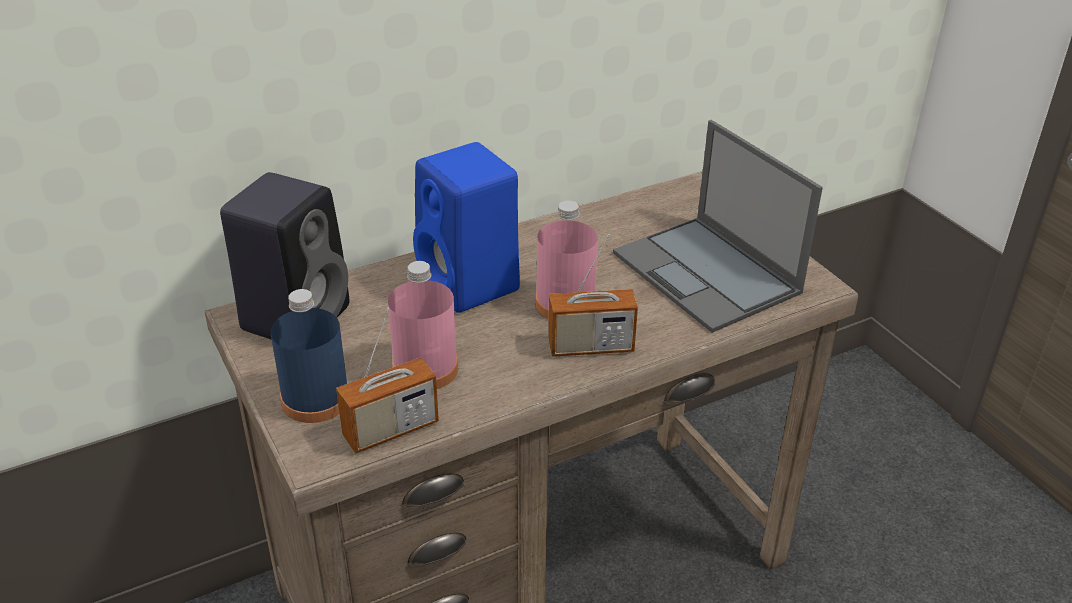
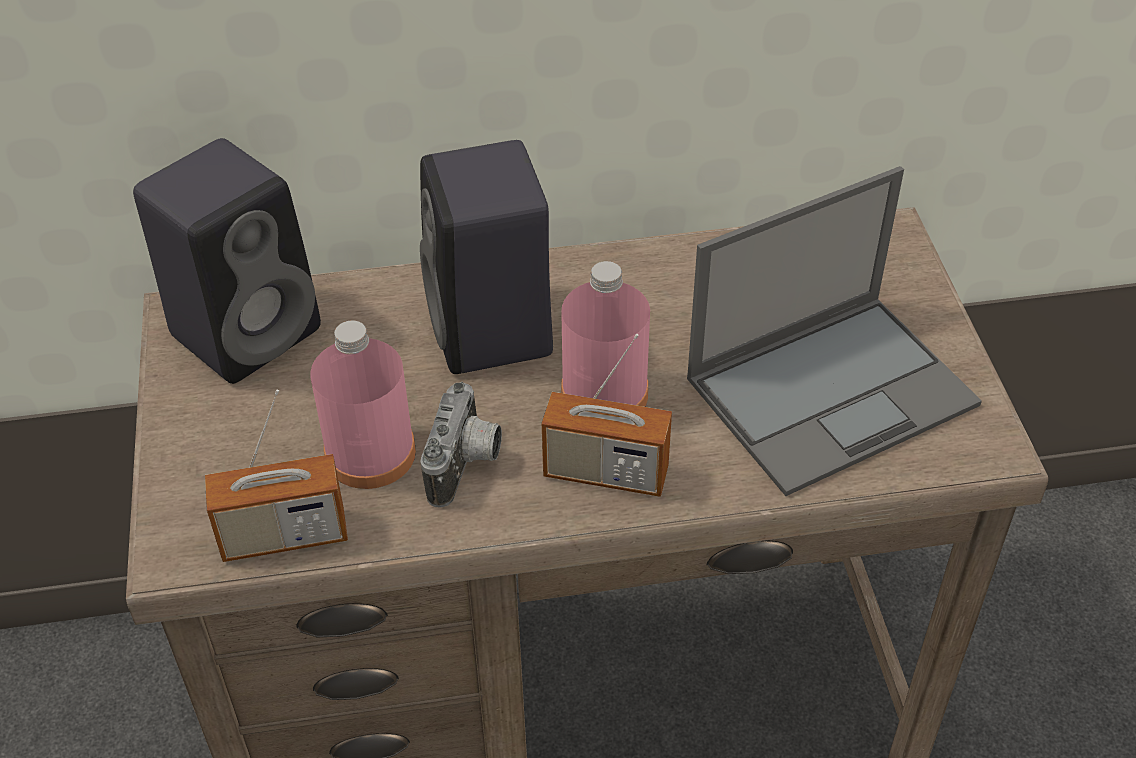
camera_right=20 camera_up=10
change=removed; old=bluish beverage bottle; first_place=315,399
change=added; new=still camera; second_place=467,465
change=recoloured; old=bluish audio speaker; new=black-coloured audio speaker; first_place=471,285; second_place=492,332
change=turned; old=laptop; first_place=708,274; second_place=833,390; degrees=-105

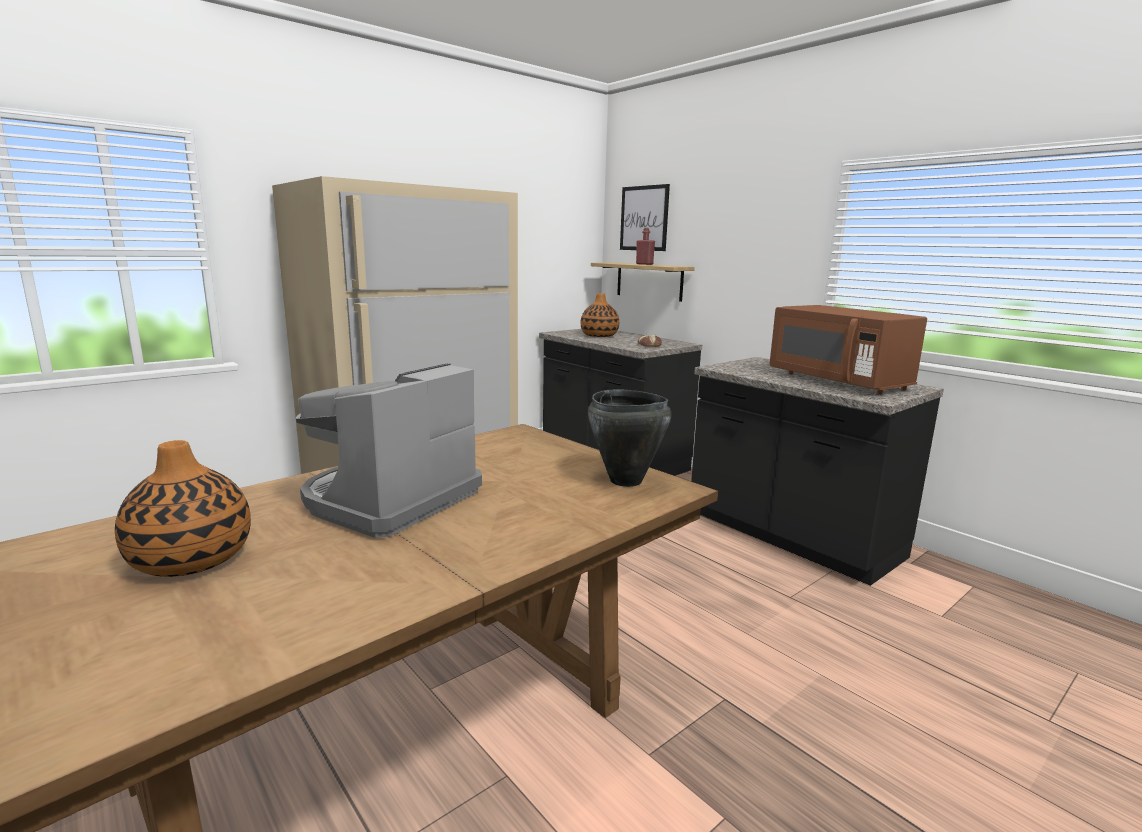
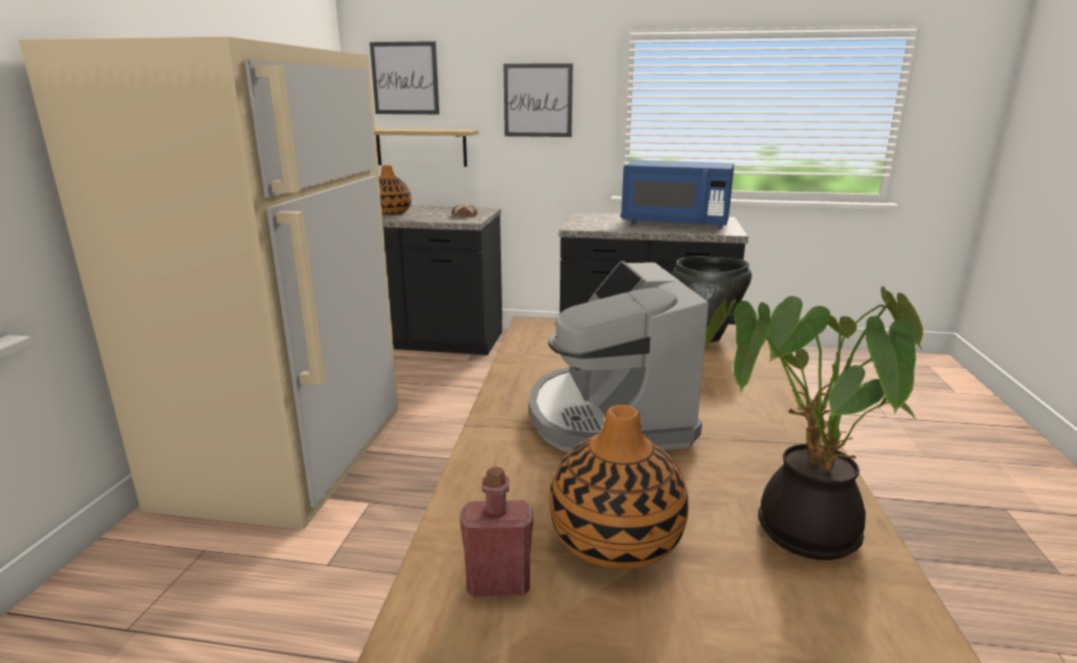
camera_right=-40 camera_up=5
change=added; new=picture; second_place=538,100
change=added; new=plant in a pot; second_place=797,529
change=moved; old=reddish beverage bottle; first_place=644,264; second_place=498,584
change=recoloured; old=brown microwave; new=bluish microwave; first_place=838,381; second_place=675,223

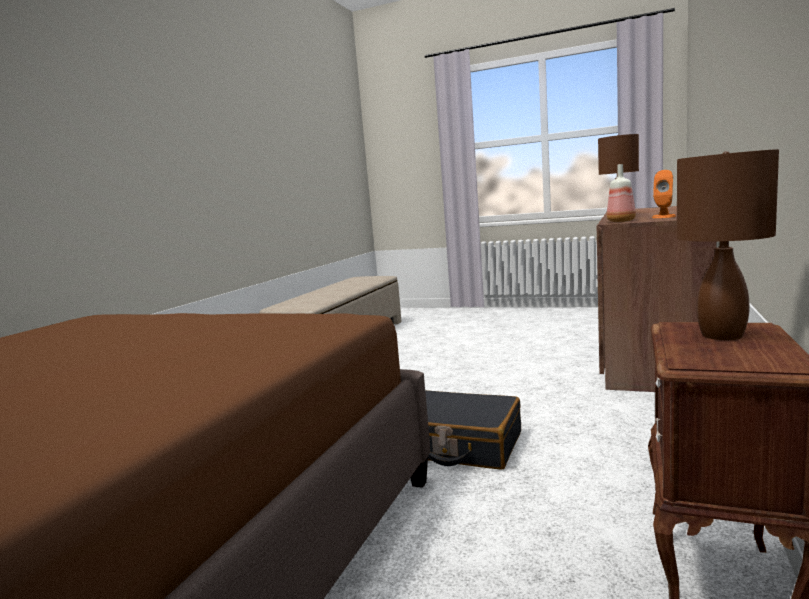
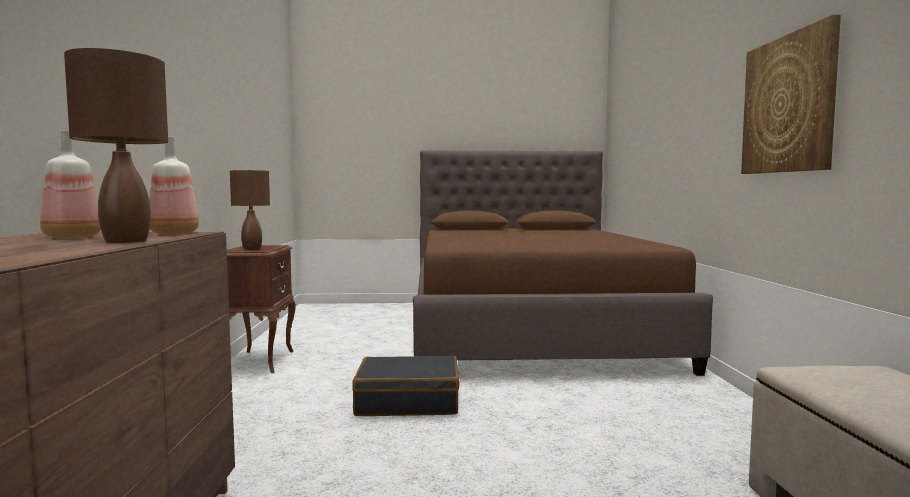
camera_right=155 camera_up=-5
change=added; new=picture; second_place=788,104
change=replaced; old=orangey audio speaker; new=beverage bottle; first_place=663,216; second_place=70,237

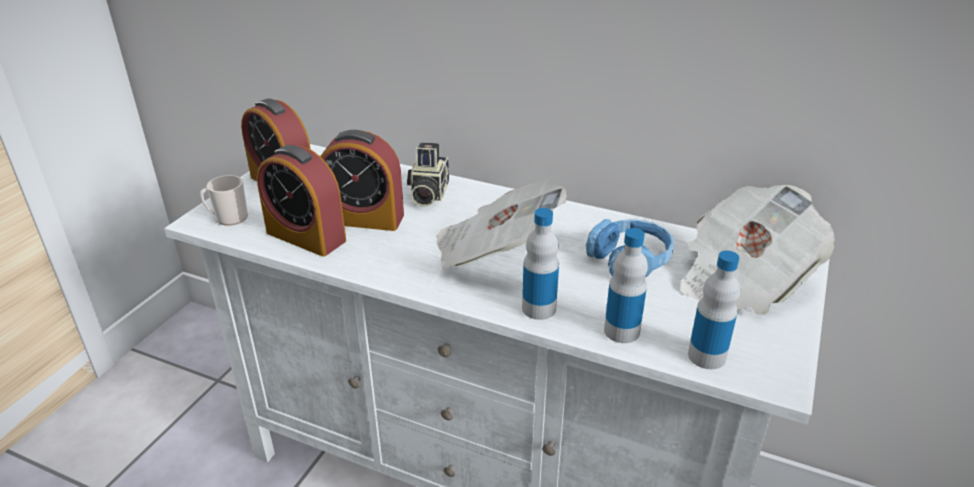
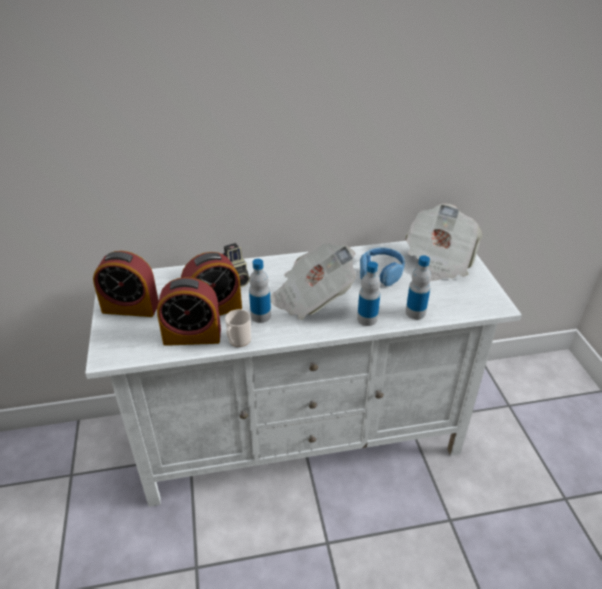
camera_right=-35 camera_up=5
change=moved; old=mug; first_place=228,218; second_place=238,341
change=moved; old=beverage bottle; first_place=706,356; second_place=260,316

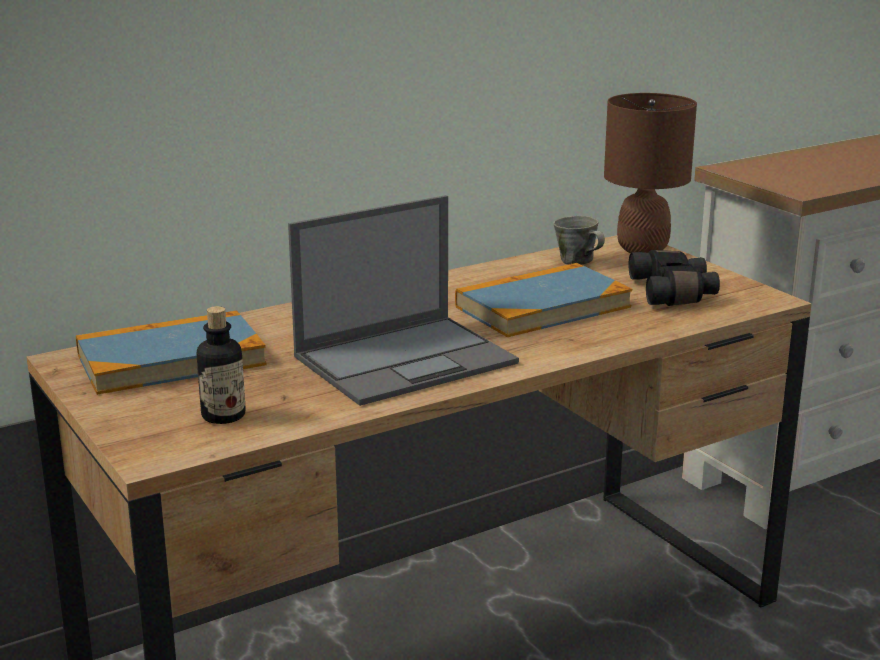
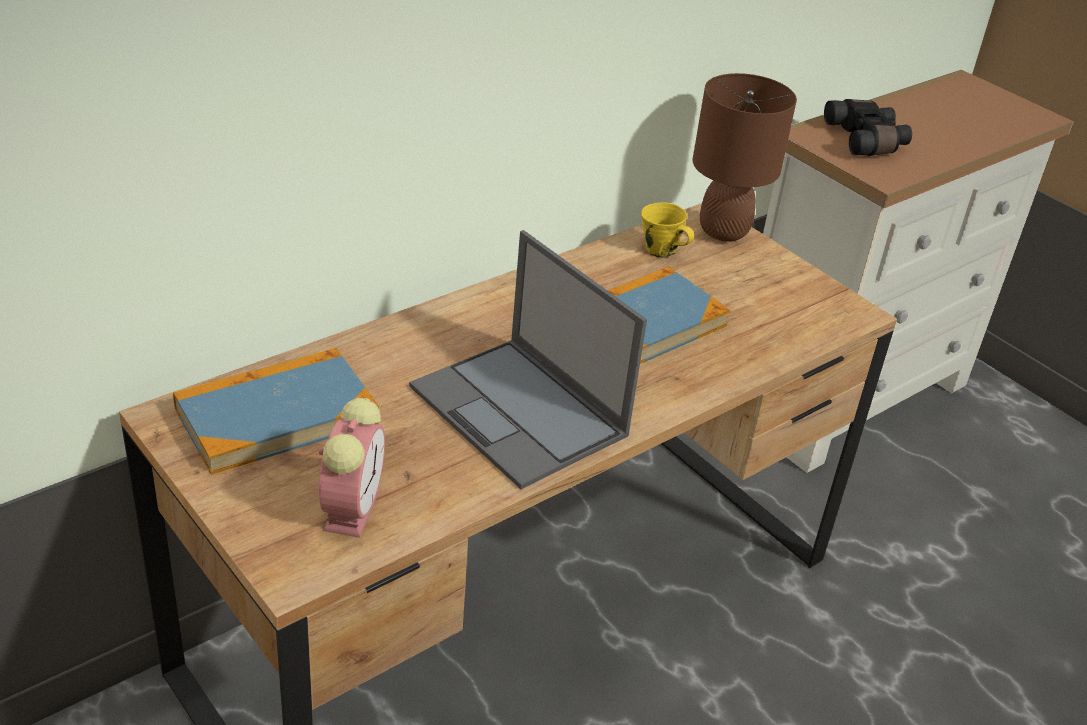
camera_right=-10 camera_up=15
change=moved; old=black-coloured pair of binoculars; first_place=674,293; second_place=867,140
change=replaced; old=beverage bottle; new=alarm clock; first_place=223,415; second_place=352,506
change=recoloured; old=gray mug; new=yellowish mug; first_place=577,261; second_place=662,251
change=turned; old=laptop; first_place=407,359; second_place=520,412; degrees=90

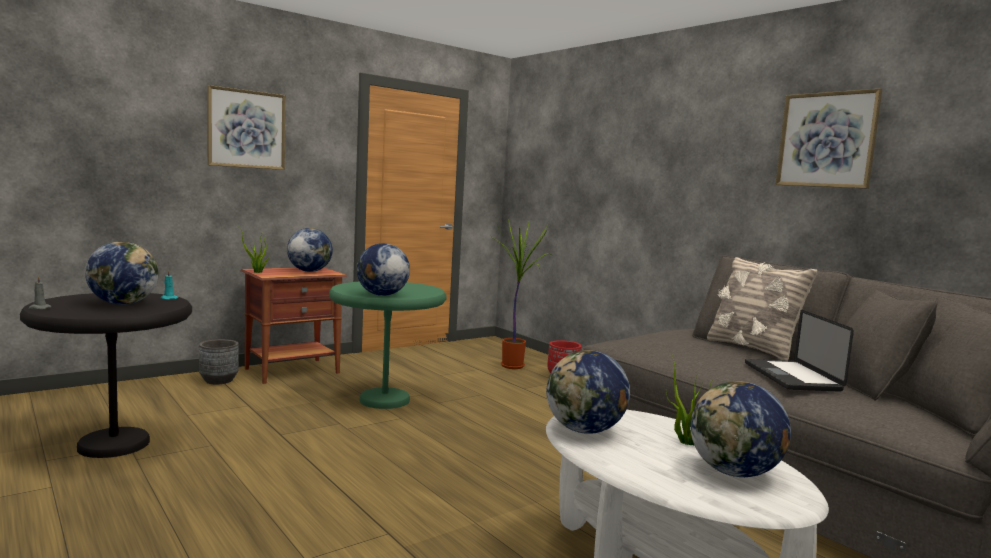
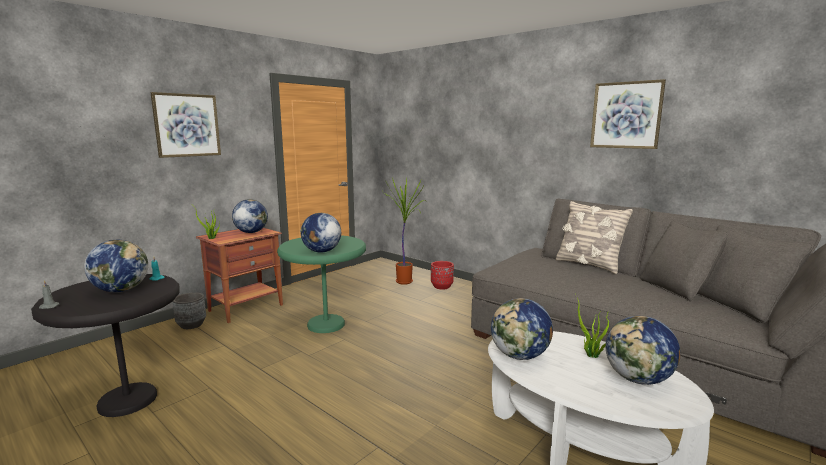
camera_right=-10 camera_up=5
change=removed; old=laptop; first_place=791,377

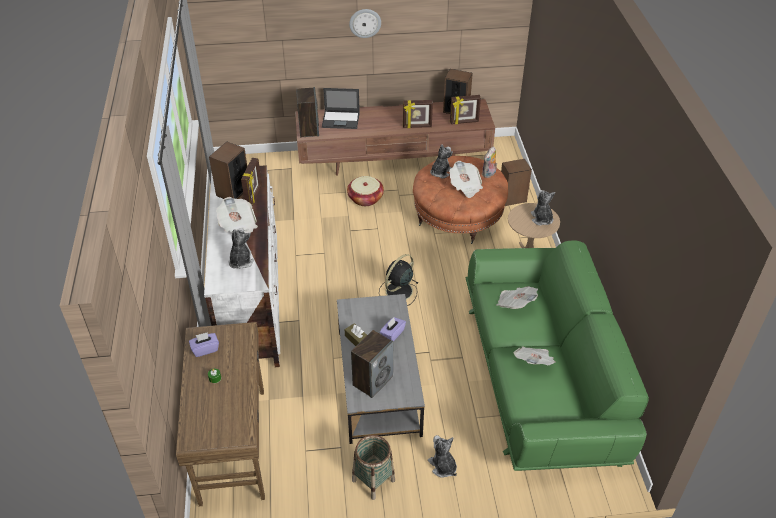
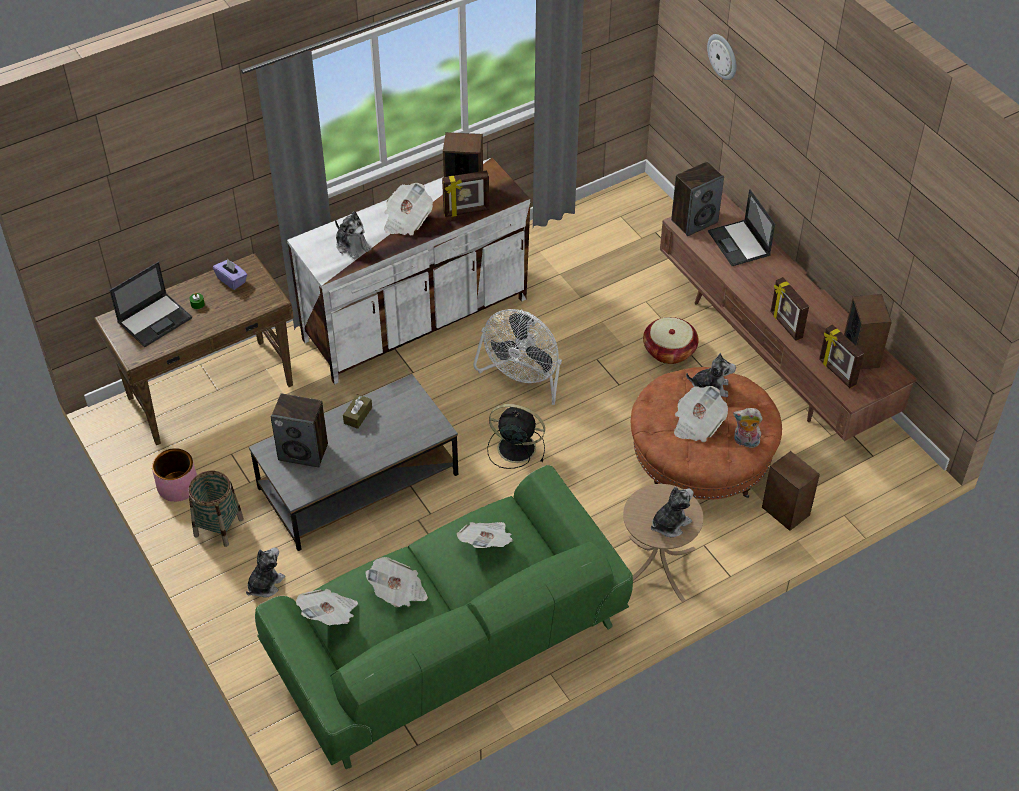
camera_right=65 camera_up=5
change=removed; old=purple-coloured tissue holder; first_place=392,334
change=added; new=laptop; second_place=155,319
change=added; new=pinkish plant pot; second_place=178,486
change=added; new=printed paper; second_place=329,615
change=added; new=white-coloured electric fan; second_place=522,375
change=moved; old=wall clock; first_place=365,23; second_place=723,56
change=turned; old=cuddly toy; first_place=241,261; second_place=352,246; degrees=75

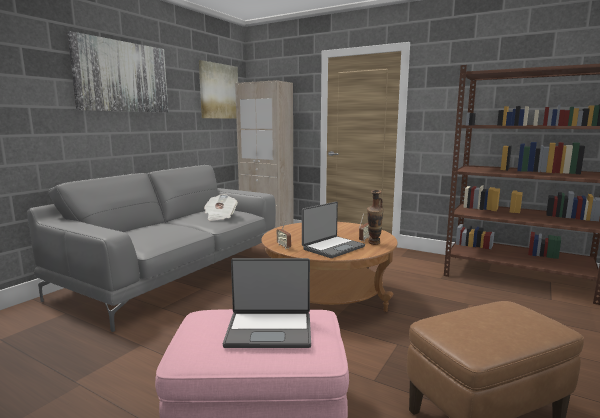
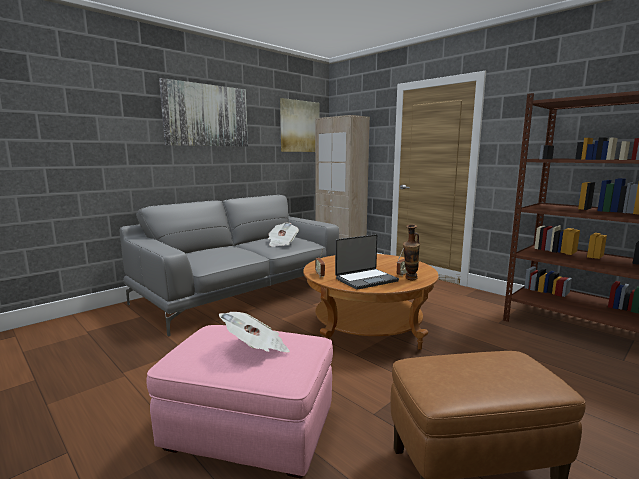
camera_right=15 camera_up=0
change=replaced; old=laptop; new=printed paper; first_place=269,330; second_place=256,349

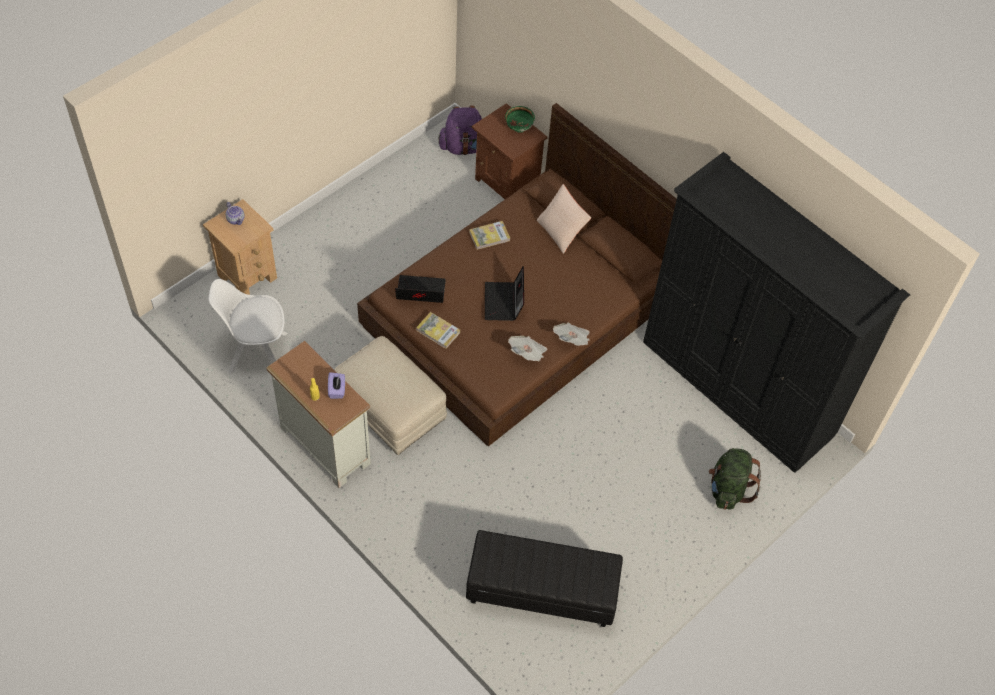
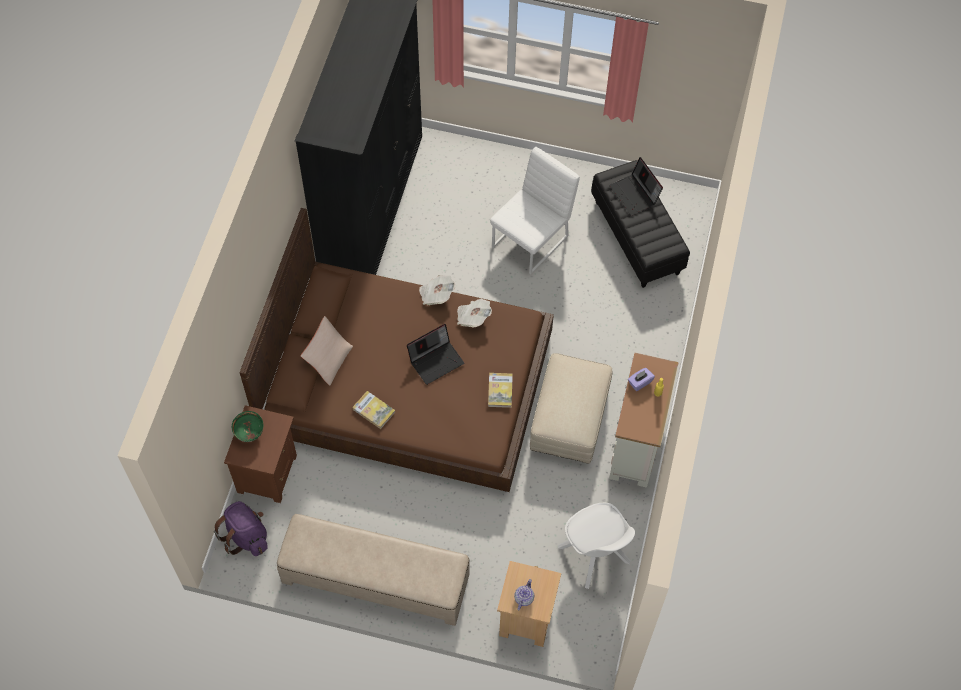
camera_right=-120 camera_up=5
change=removed; old=greenish rucksack; first_place=728,489
change=added; new=sand-coloured indoor bench; second_place=374,579
change=added; new=white-coloured plain chair; second_place=532,240
change=moved; old=laptop; first_place=419,293; second_place=635,195

